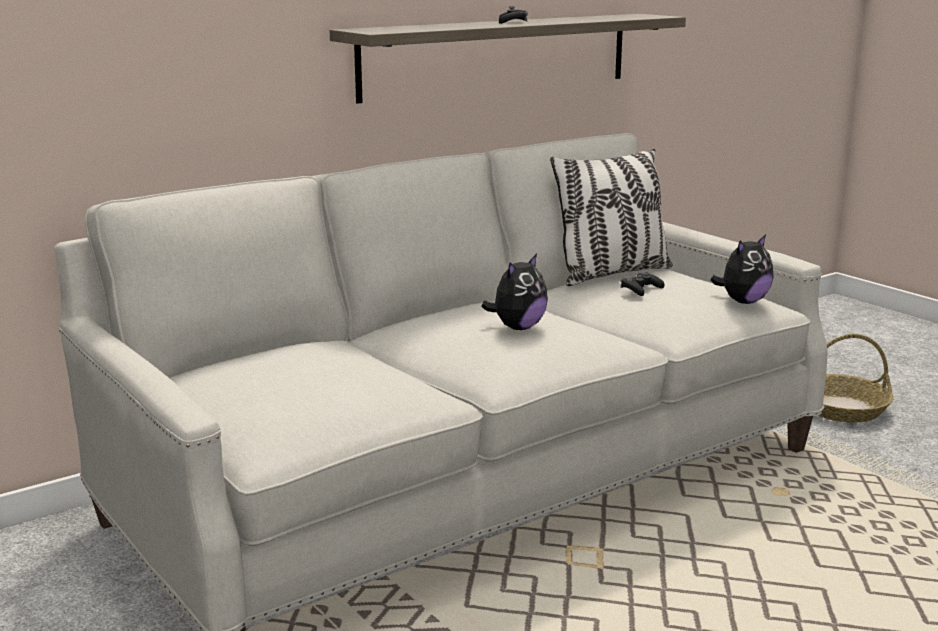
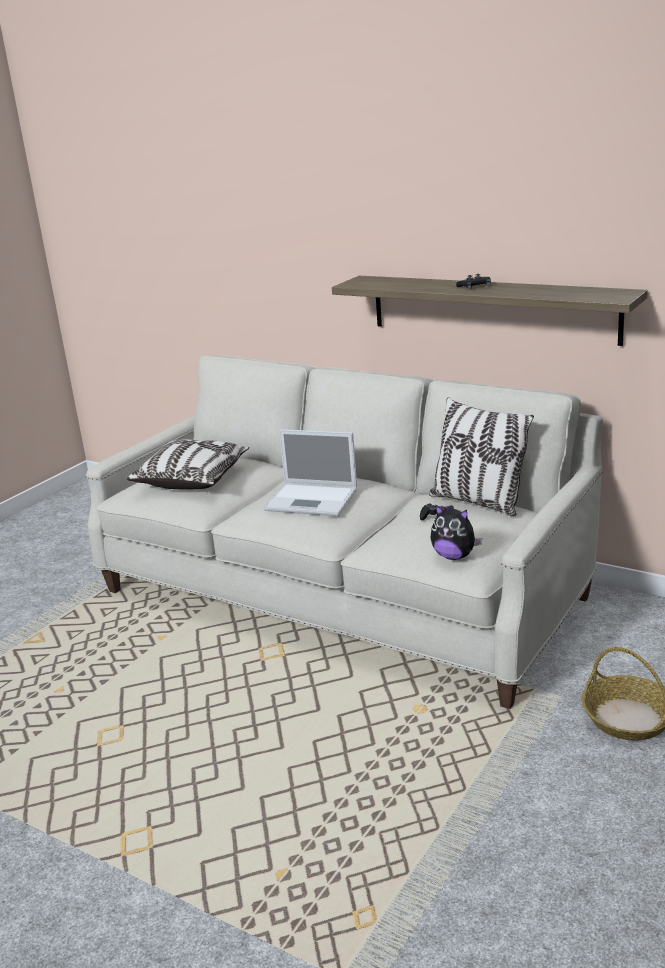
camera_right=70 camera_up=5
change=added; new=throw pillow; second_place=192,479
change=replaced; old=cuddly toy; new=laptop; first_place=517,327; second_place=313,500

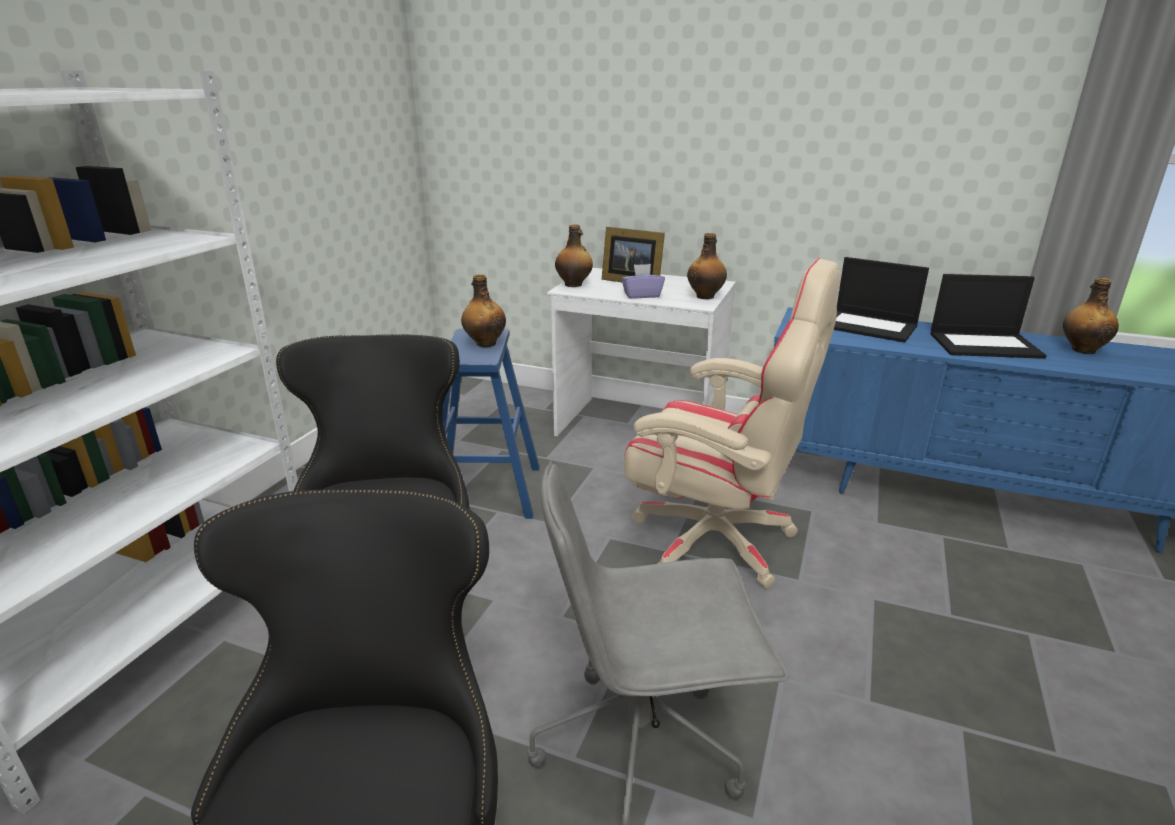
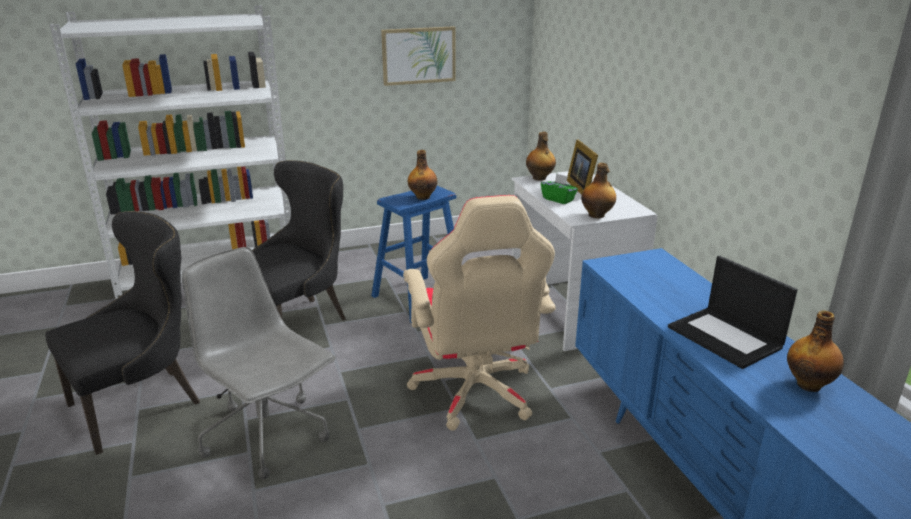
camera_right=50 camera_up=0
change=removed; old=laptop; first_place=869,326
change=added; new=picture; second_place=418,55
change=recoloured; old=purple-coloured tissue holder; new=greenish tissue holder; first_place=642,295; second_place=558,199

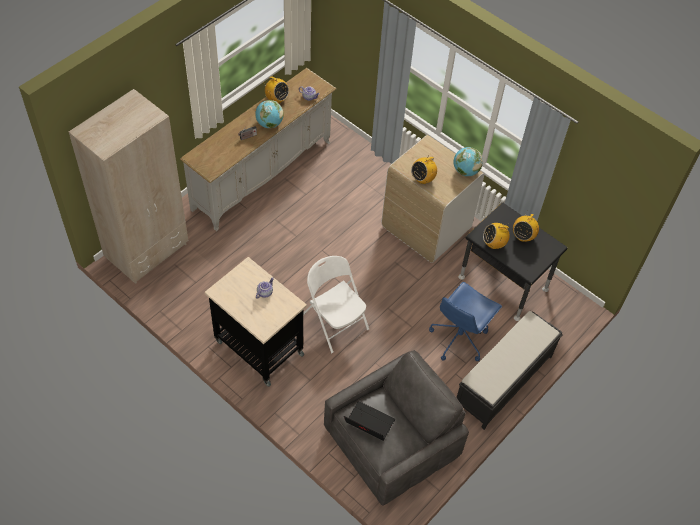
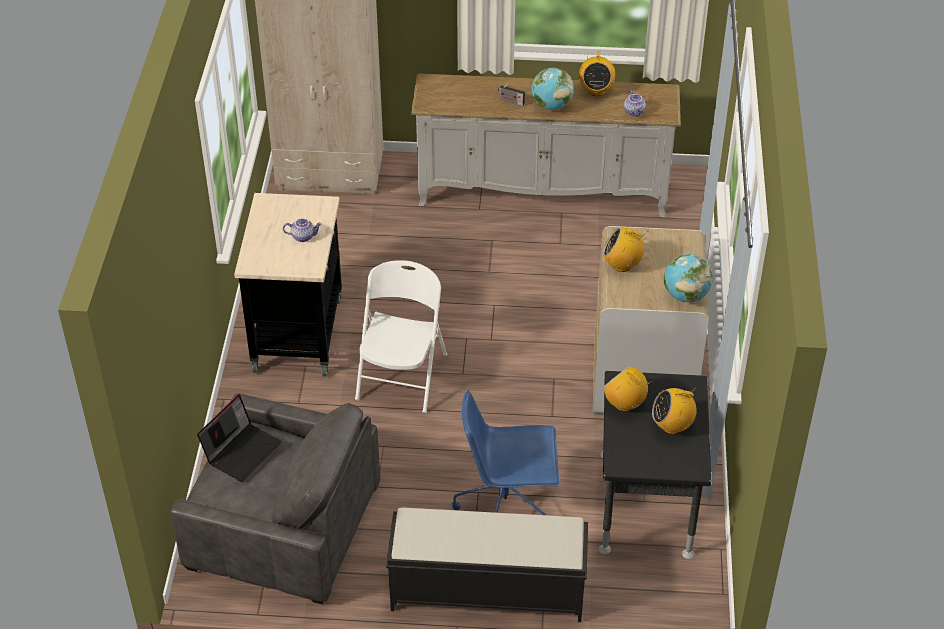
camera_right=55 camera_up=-10
change=turned; old=laptop; first_place=368,424; second_place=242,451; degrees=45

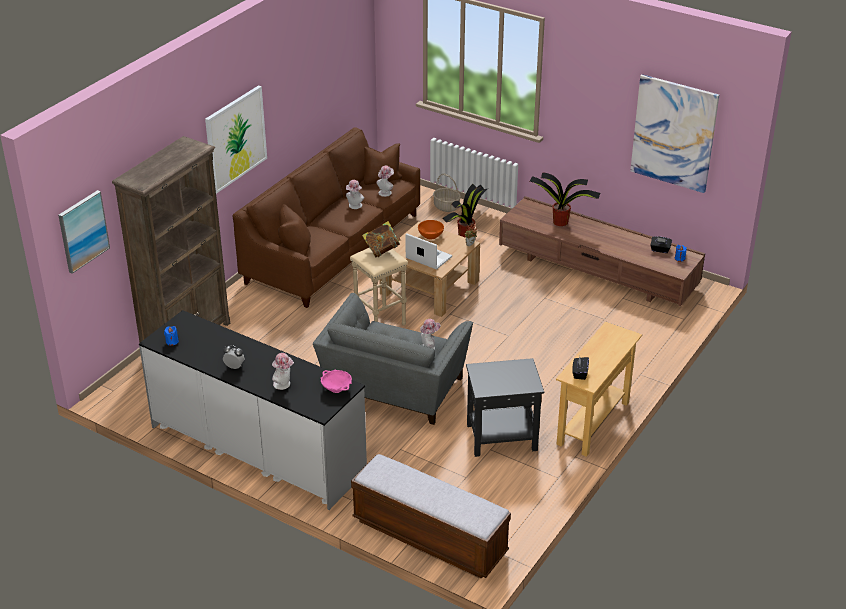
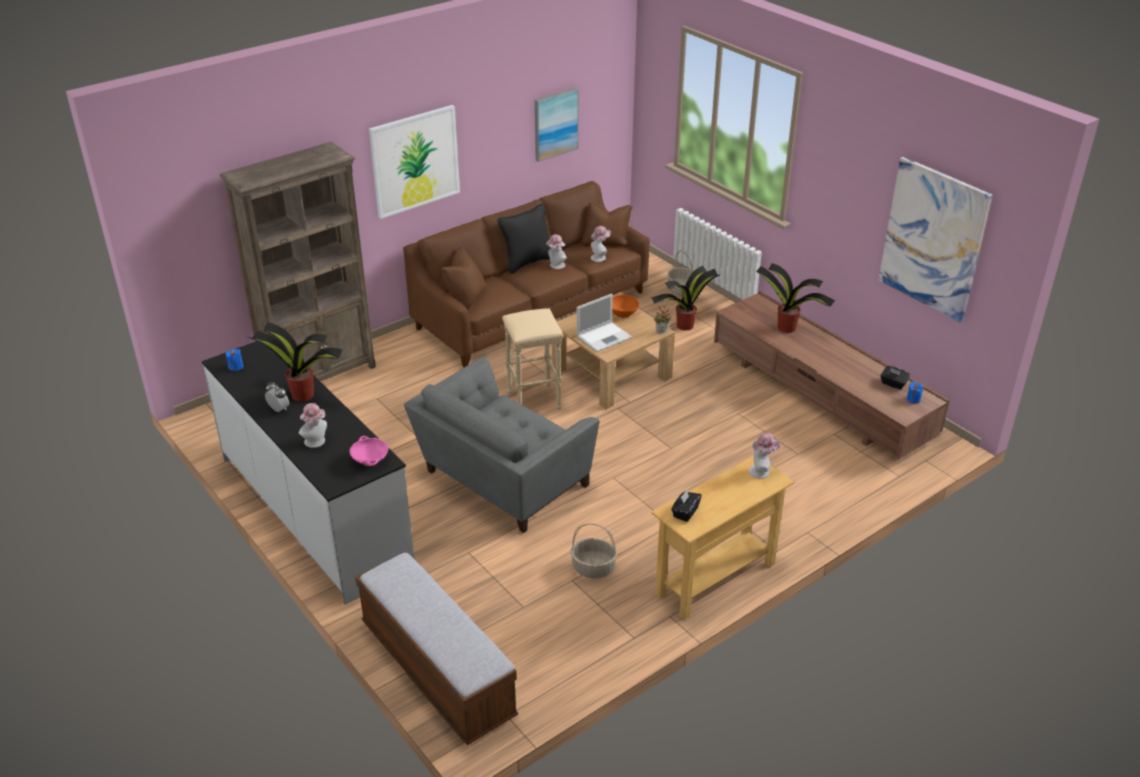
camera_right=20 camera_up=0
change=removed; old=bound book; first_place=382,250
change=added; new=plant in a pot; second_place=301,394
change=added; new=black-coloured throw pillow; second_place=527,262
change=moved; old=picture; first_place=83,231; second_place=555,124
change=moved; old=wearable hat; first_place=429,348; second_place=762,471
change=replaced; old=black-coloured end table; new=household basket; first_place=500,437; second_place=593,568
change=turned; old=laptop; first_place=428,257; second_place=604,336; degrees=90

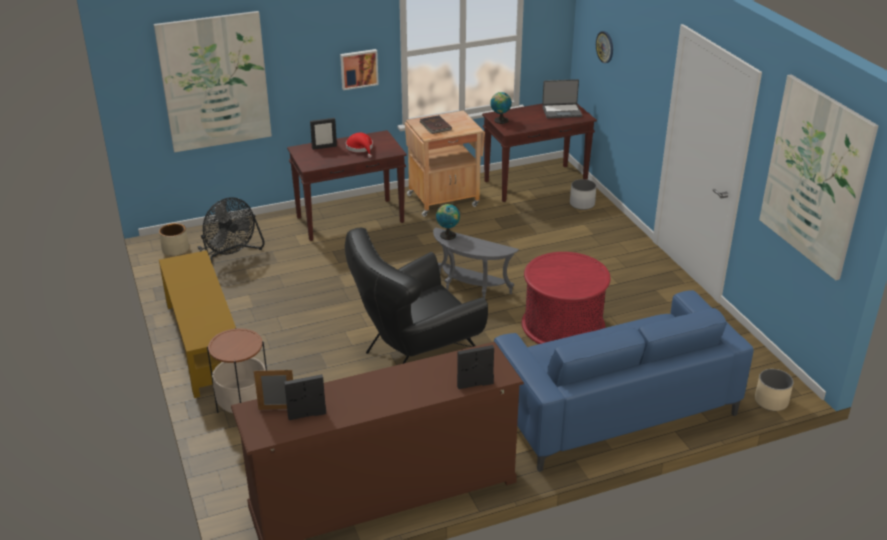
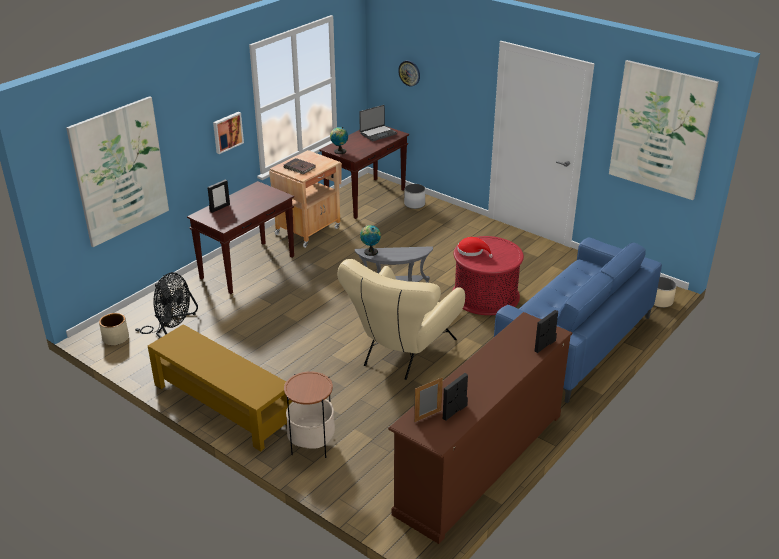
camera_right=-30 camera_up=0
change=moved; old=reddish wearable hat; first_place=360,148; second_place=472,251
change=recoloured; old=black-coloured lounge chair; new=sand-coloured lounge chair; first_place=414,355; second_place=402,354

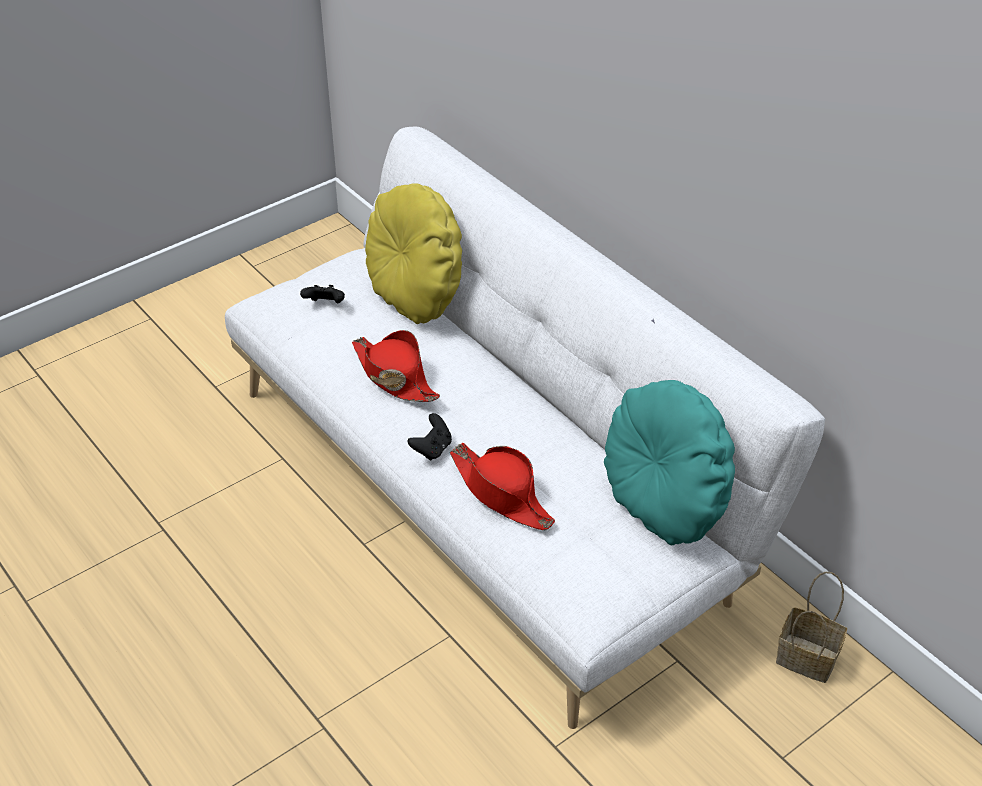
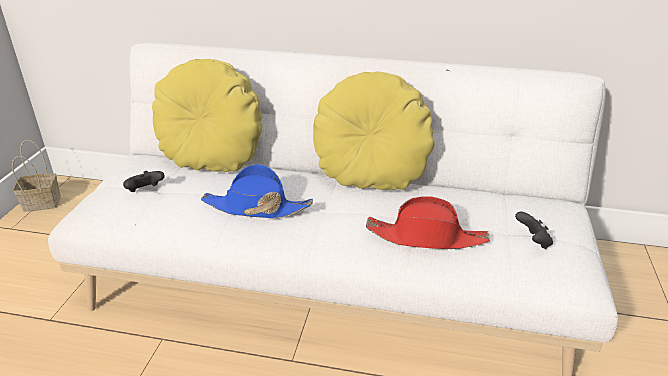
camera_right=-40 camera_up=-10
change=removed; old=blue-green throw pillow; first_place=662,509
change=added; new=yellowish throw pillow; second_place=371,179
change=moved; old=black-coloured game controller; first_place=432,449; second_place=533,241
change=moved; old=household basket; first_place=804,658; second_place=40,203
change=recoloured; old=reddish wearable hat; new=bluish wearable hat; first_place=394,376; second_place=256,207

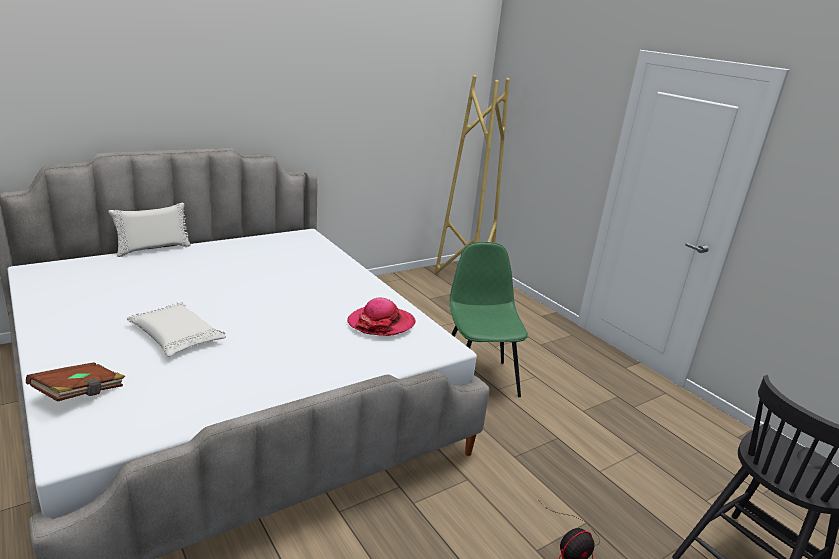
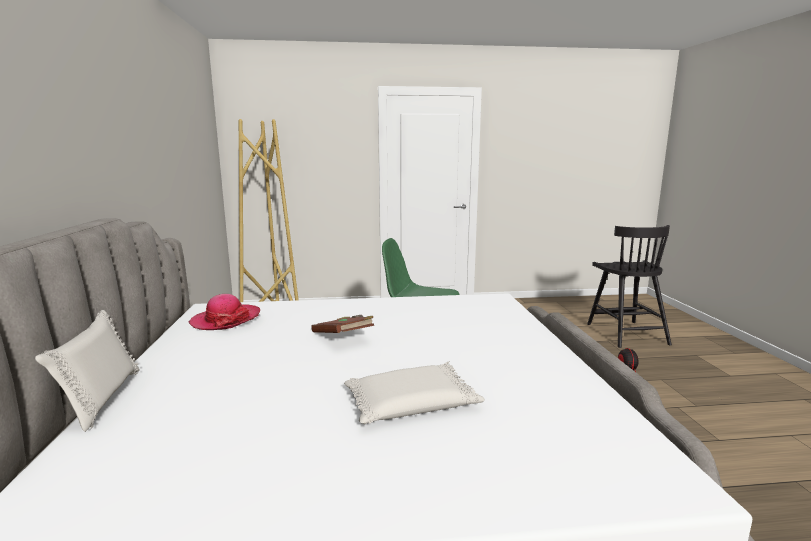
camera_right=-60 camera_up=-10
change=moved; old=brown bound book; first_place=80,394; second_place=343,337
change=moved; old=wearable hat; first_place=381,323; second_place=226,320

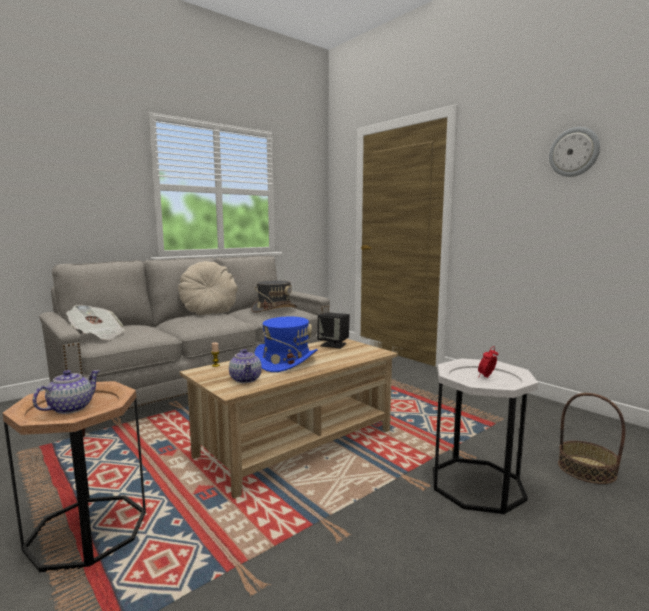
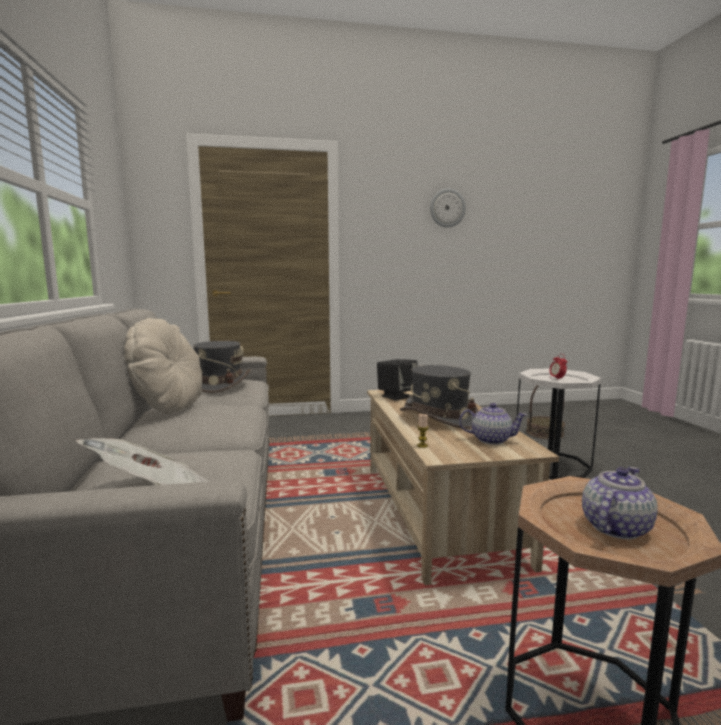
camera_right=-60 camera_up=0
change=recoloured; old=bluish wearable hat; new=gray wearable hat; first_place=286,361; second_place=438,418
change=turned; old=pot for tea; first_place=70,408; second_place=614,527; degrees=75

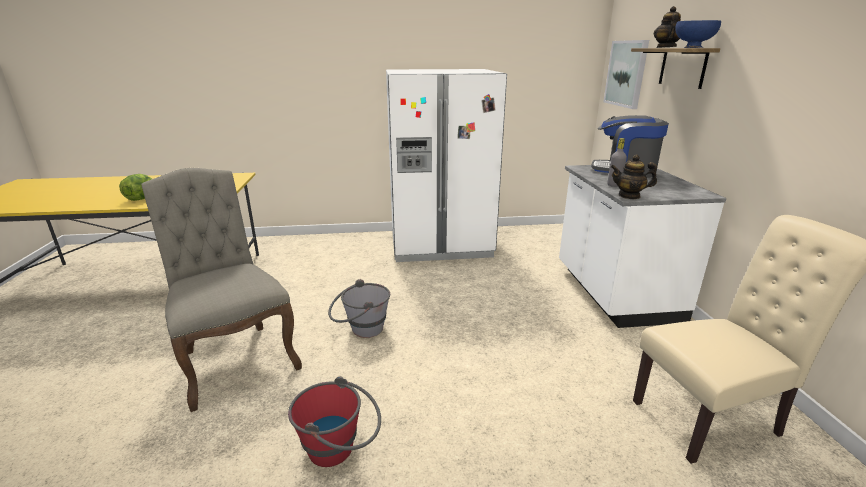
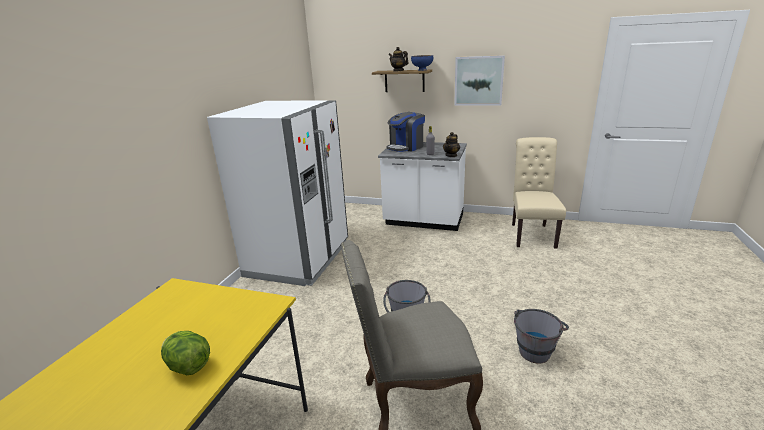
camera_right=-65 camera_up=0
change=moved; old=picture; first_place=626,73; second_place=478,81
change=recoloured; old=reddish water bucket; new=gray water bucket; first_place=340,449; second_place=536,348

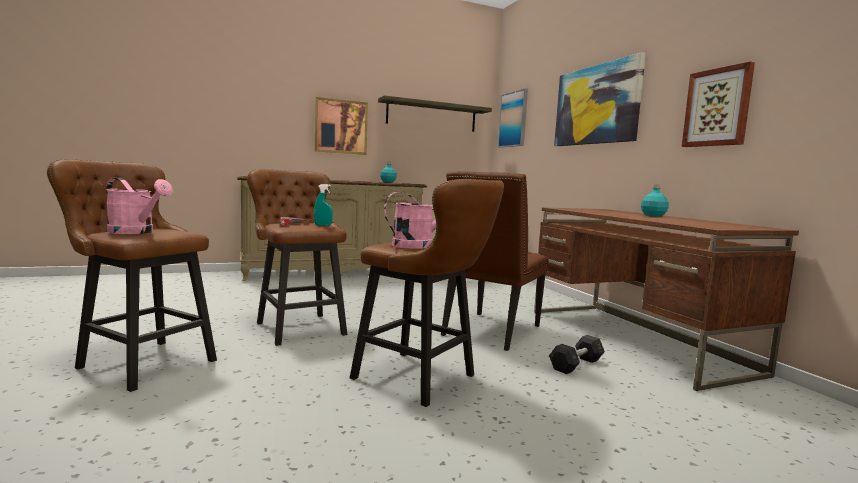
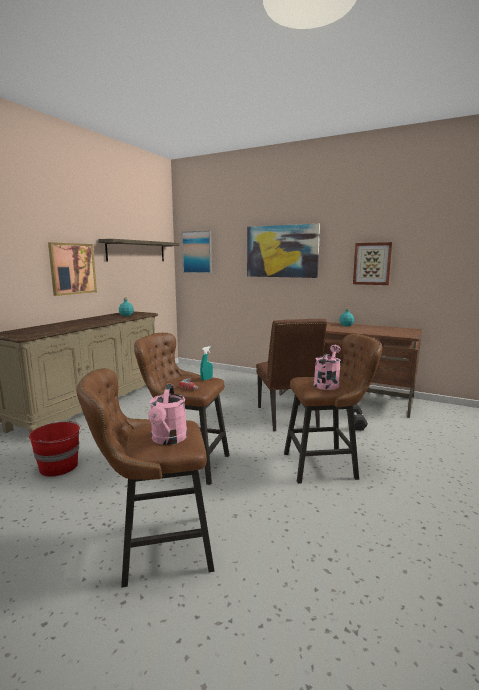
camera_right=-40 camera_up=5
change=added; new=reddish water bucket; second_place=59,466
change=turned; old=pinkish sprinkling can; first_place=136,232; second_place=168,439; degrees=105

